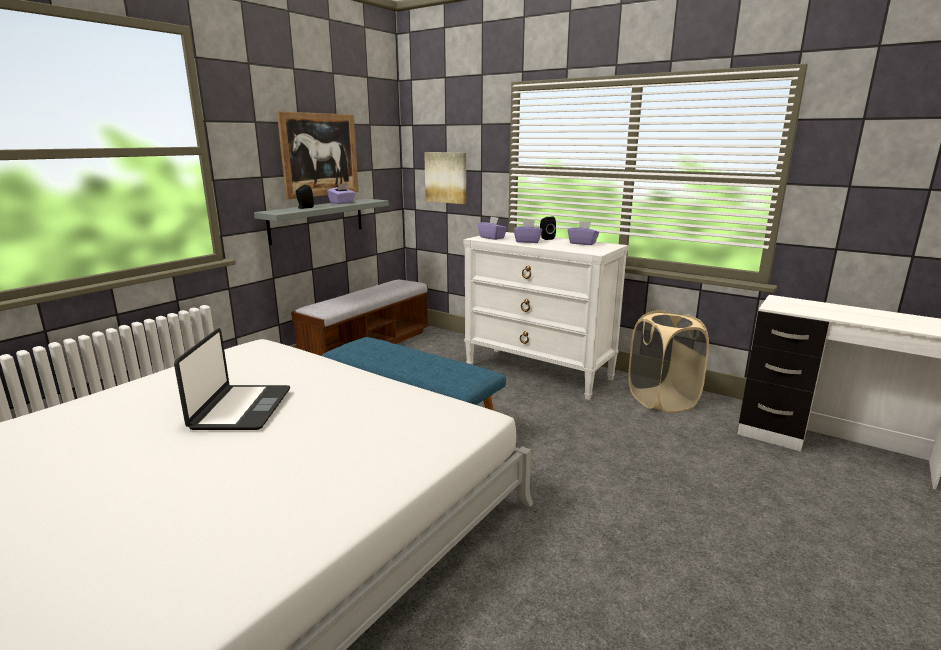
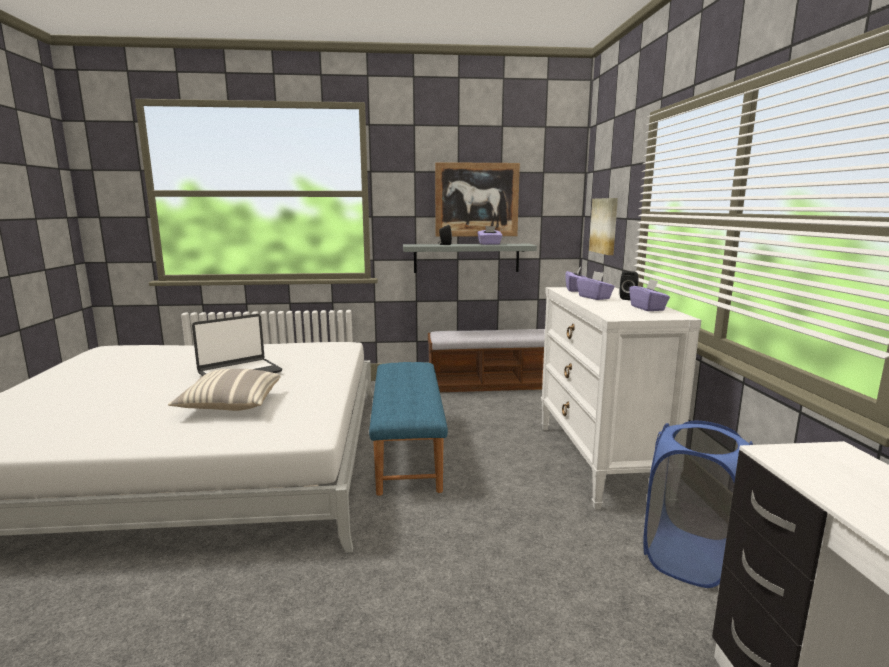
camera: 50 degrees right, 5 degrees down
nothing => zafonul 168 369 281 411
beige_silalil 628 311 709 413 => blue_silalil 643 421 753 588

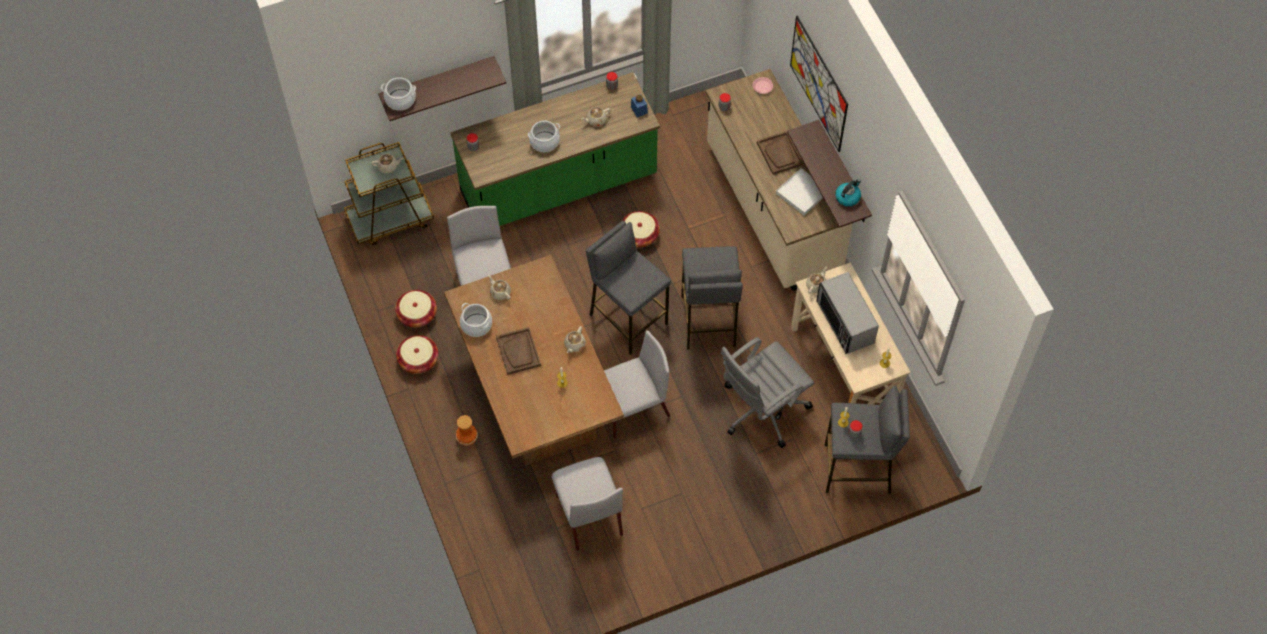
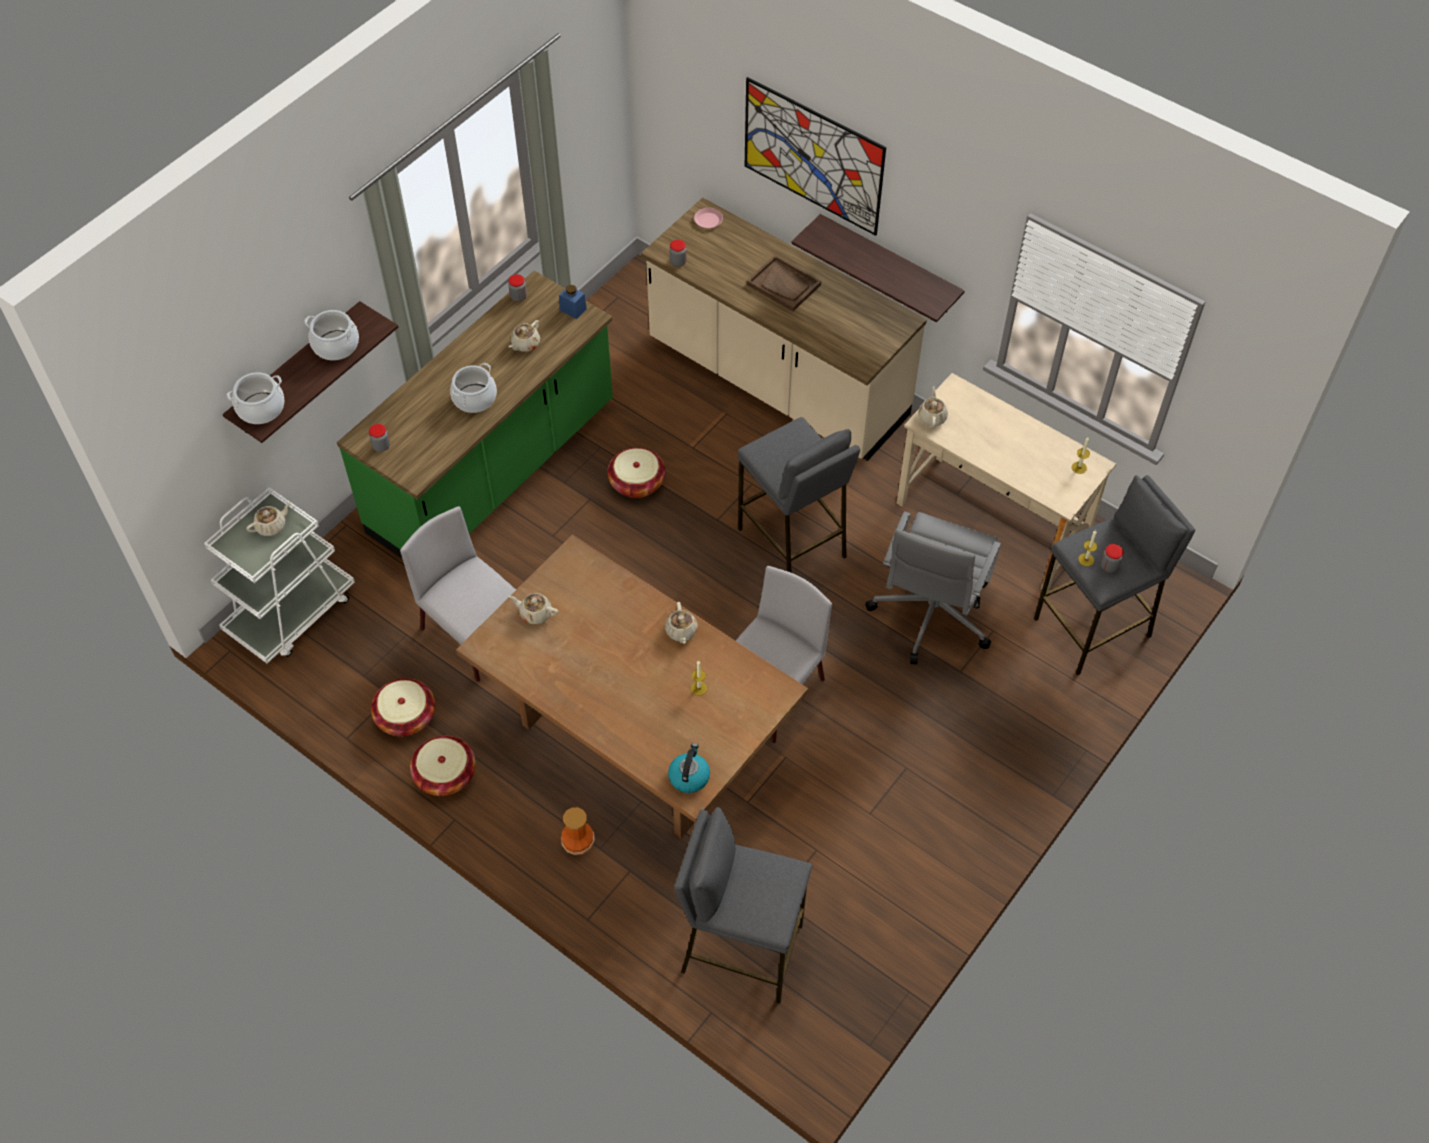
camera: 30 degrees left, 5 degrees down
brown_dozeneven 344 142 434 245 => white_dozeneven 204 487 355 664
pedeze 460 303 492 337 => pedeze 304 310 359 360, move
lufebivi 835 179 861 206 => lufebivi 668 743 710 793, move
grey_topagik 586 221 671 355 => grey_topagik 674 807 812 1004, move
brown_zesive 496 327 541 375 => nothing
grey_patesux 552 457 623 551 => nothing
white_zesive 776 168 823 215 => nothing
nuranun 816 272 879 354 => nothing

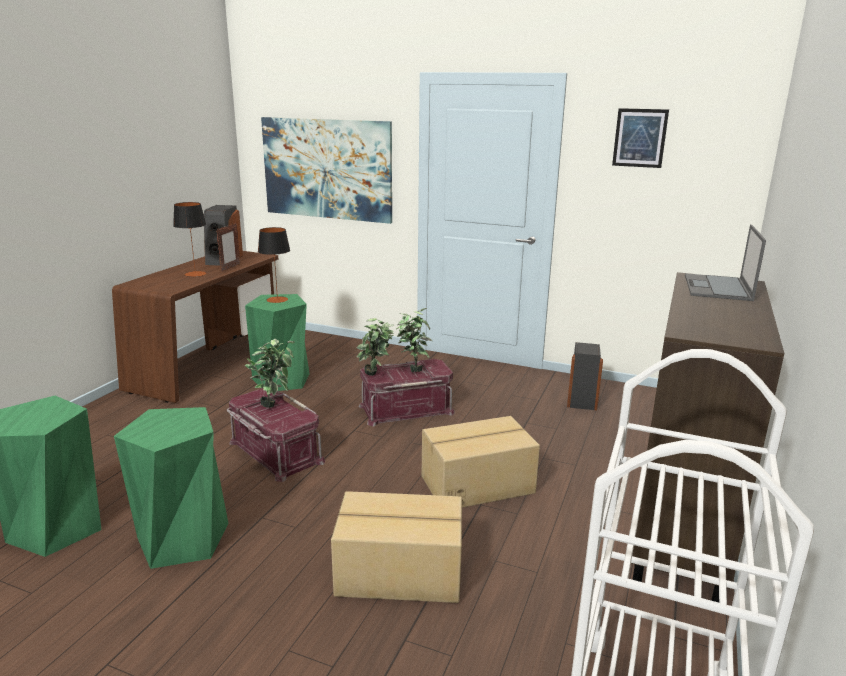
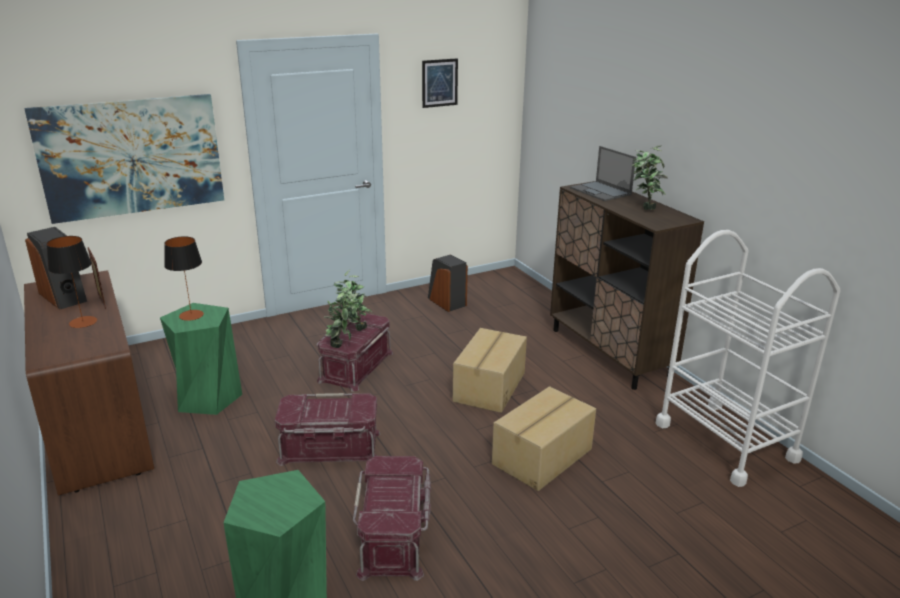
camera: 50 degrees left, 5 degrees up
green_topagik 114 407 229 569 => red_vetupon 353 456 431 581
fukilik 245 338 295 408 => fukilik 632 145 668 210, move

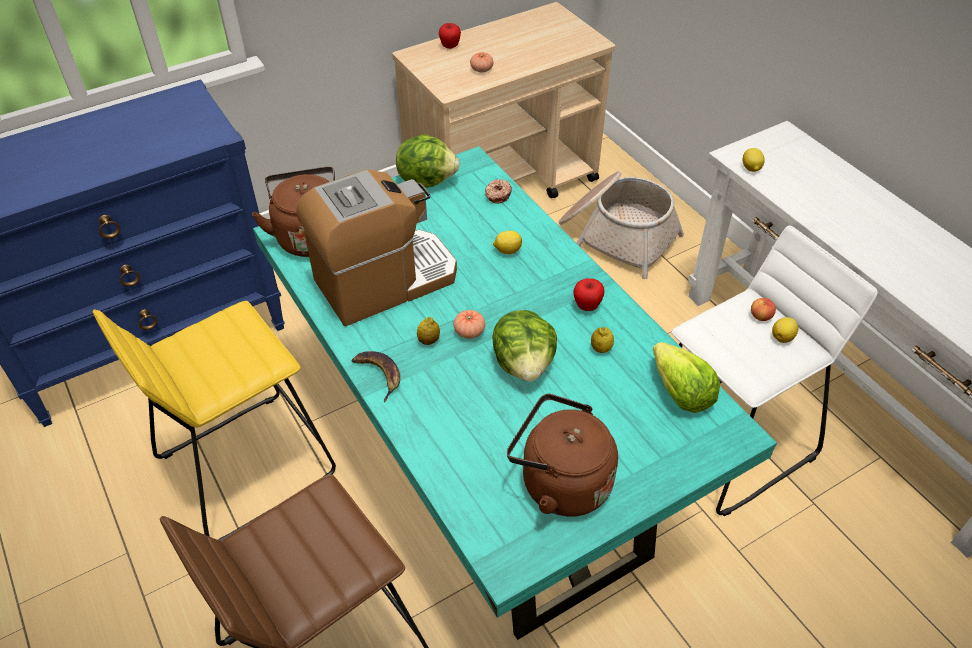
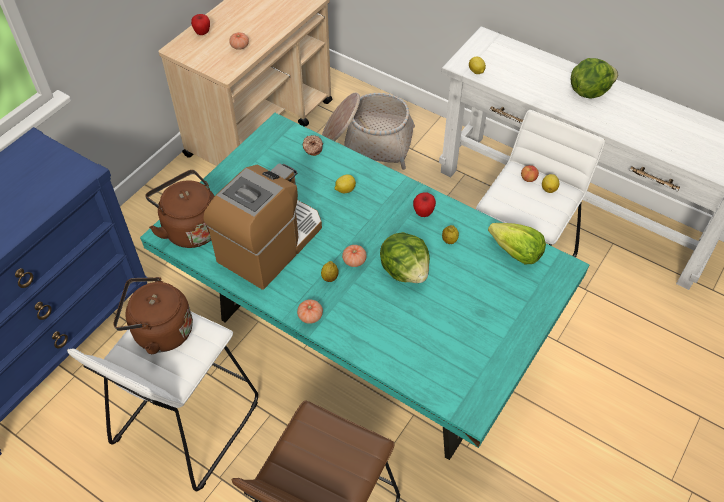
camera: 25 degrees left, 5 degrees up
yellow_topagik 93 301 336 541 => white_topagik 67 311 258 491
brown_lufebivi 507 393 618 517 => brown_lufebivi 113 277 193 354, move
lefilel 352 351 400 402 => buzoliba 297 299 323 324
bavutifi 396 134 460 188 => bavutifi 571 58 618 99, move

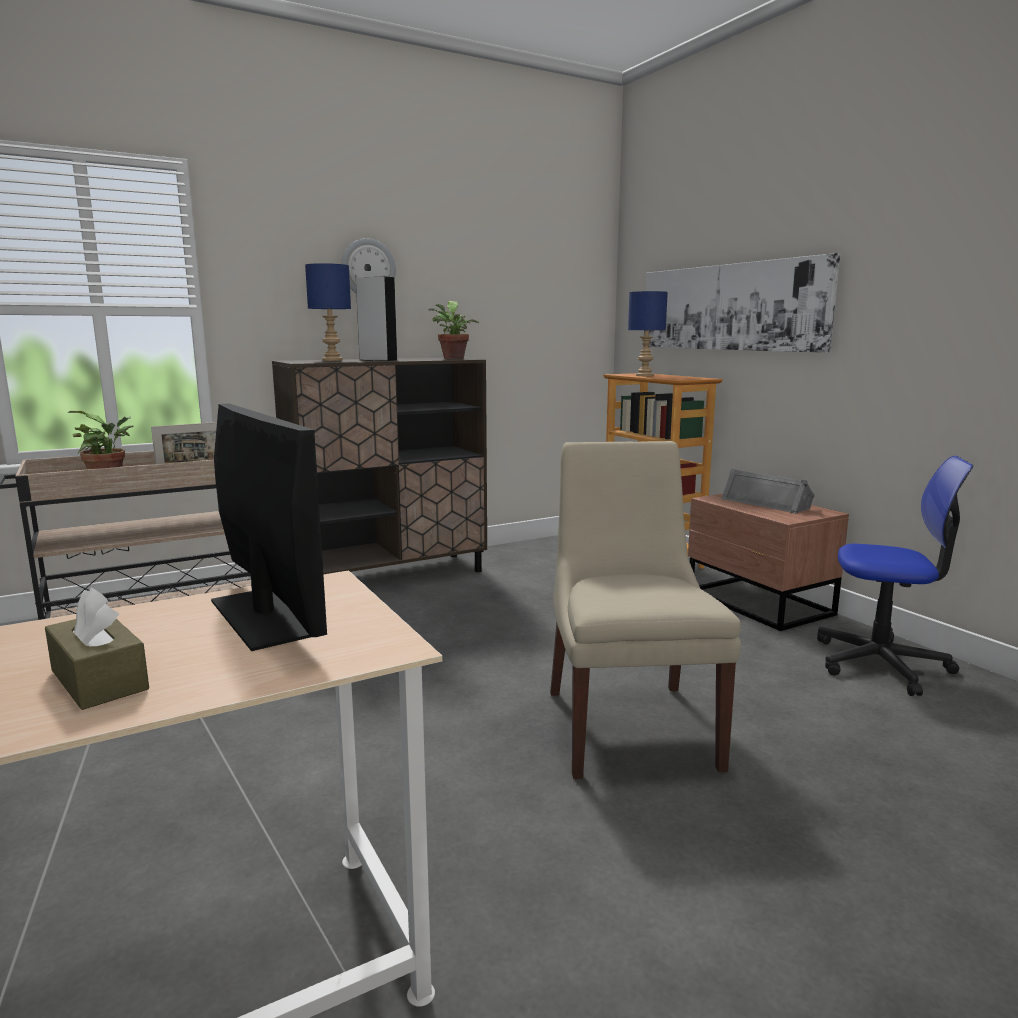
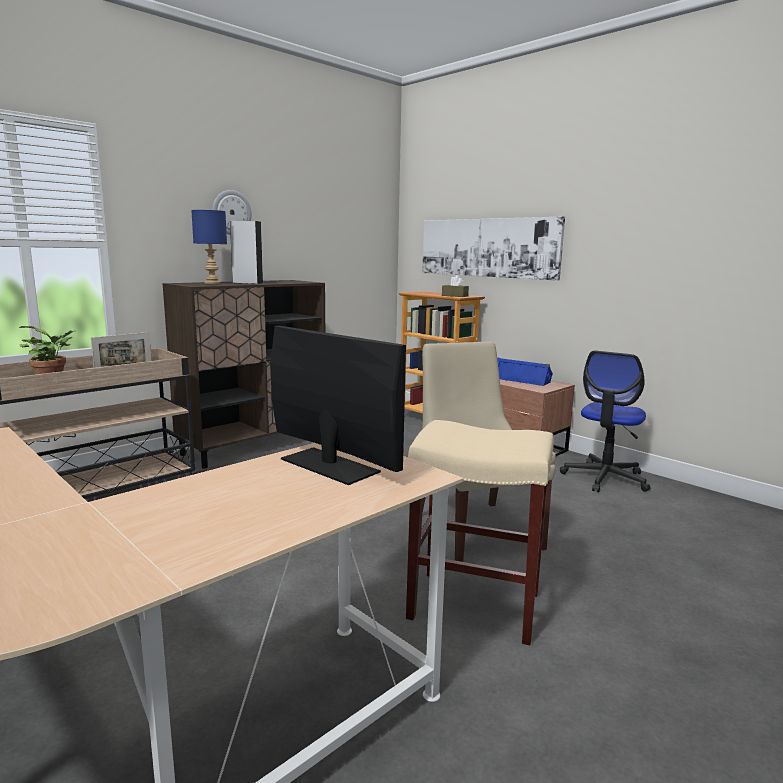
camera: 15 degrees left, 0 degrees up
nothing => beige_topagik 406 420 554 645
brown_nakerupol 45 588 149 710 => brown_nakerupol 442 275 469 297, move
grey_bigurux 721 468 815 514 => blue_bigurux 497 358 553 386
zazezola 817 456 973 696 => zazezola 560 351 651 492, 120 degrees clockwise
fukilik 428 301 479 359 => nothing
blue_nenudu 628 291 668 376 => nothing

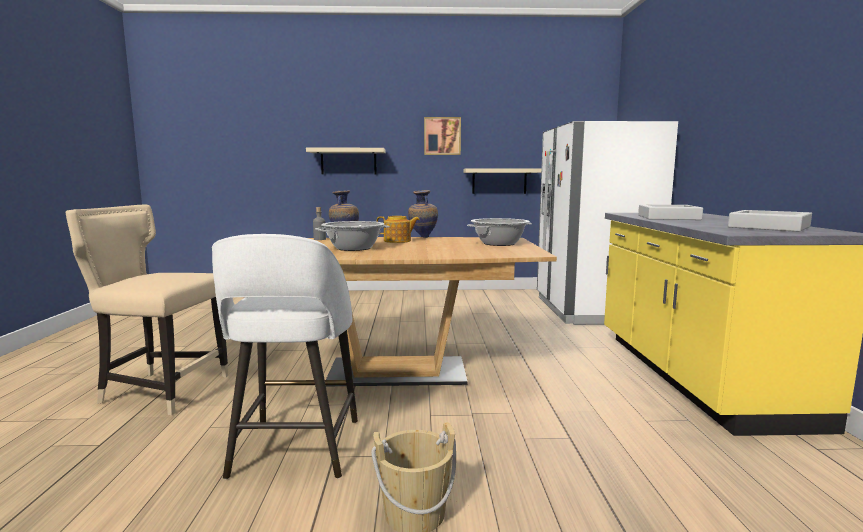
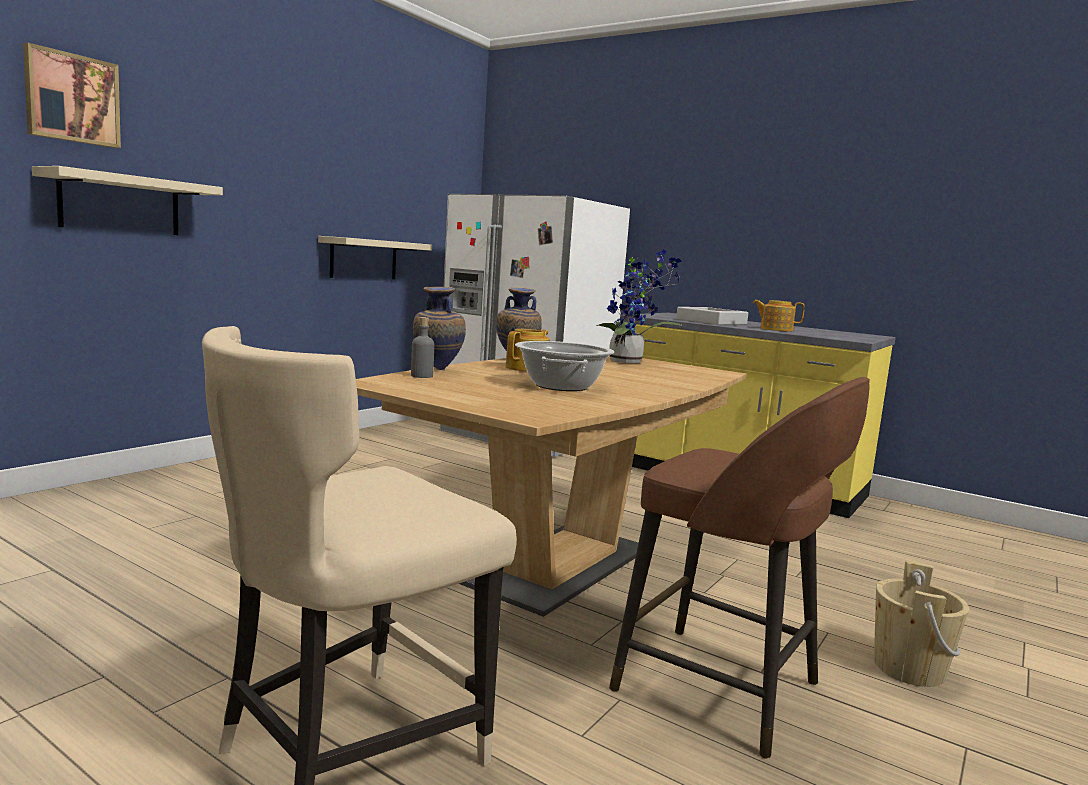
camera: 55 degrees left, 0 degrees up
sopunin 424 117 461 155 => sopunin 23 43 121 148, move
pedeze 467 218 532 246 => fukilik 596 249 682 363
white_topagik 212 234 358 479 => brown_topagik 609 377 870 759
nothing => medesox 753 300 805 332
grey_zesive 728 210 812 232 => nothing

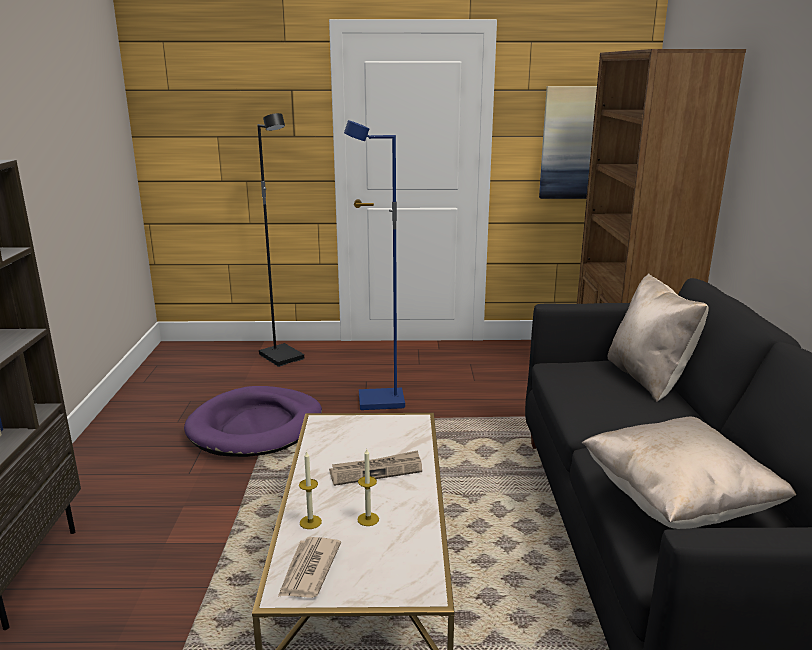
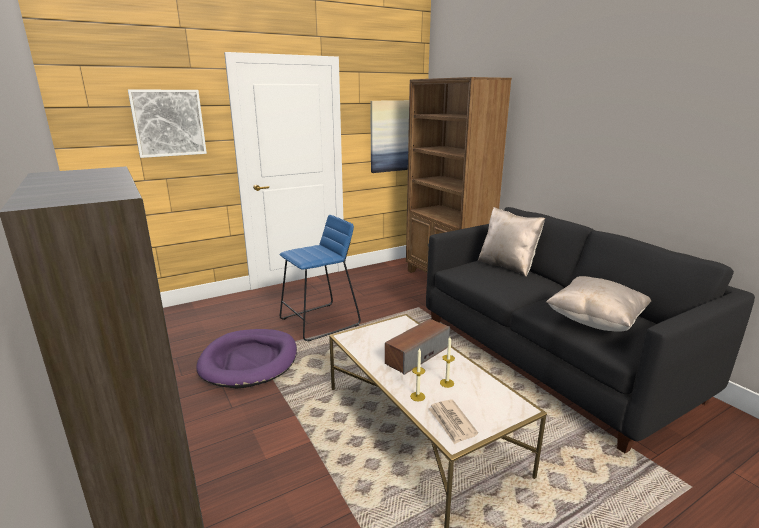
camera: 30 degrees left, 0 degrees up
nothing => sopunin 128 90 207 158
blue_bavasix 344 120 405 410 => blue_topagik 279 215 361 342
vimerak 329 450 422 486 => bigurux 385 319 450 375
black_bavasix 257 113 304 367 => nothing

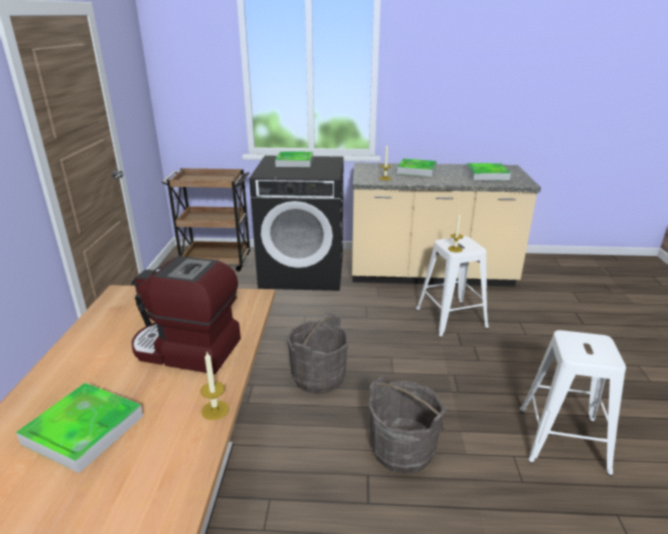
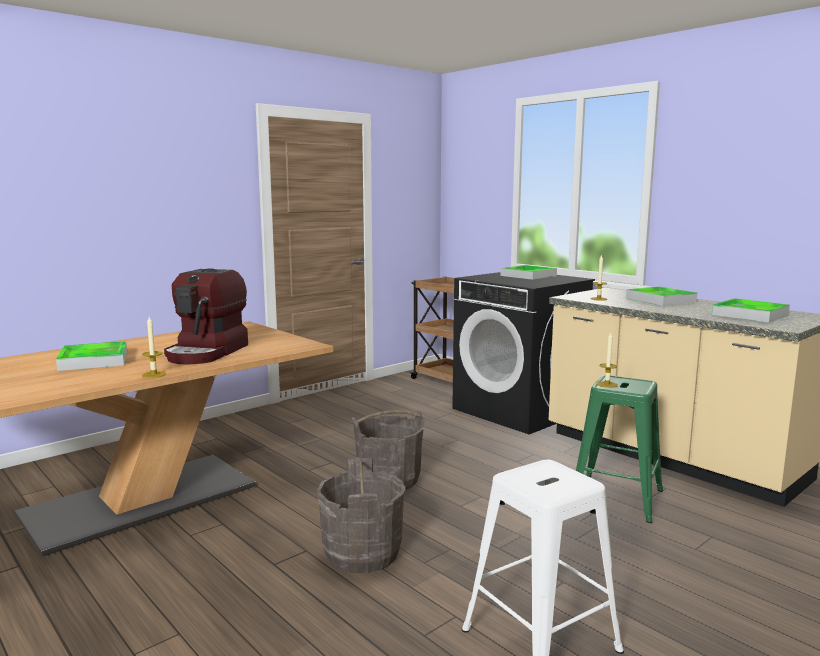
camera: 45 degrees right, 15 degrees down
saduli 131 256 241 374 => saduli 164 268 248 364, 135 degrees counterclockwise
white_topagik 416 236 489 337 => green_topagik 576 375 663 523

